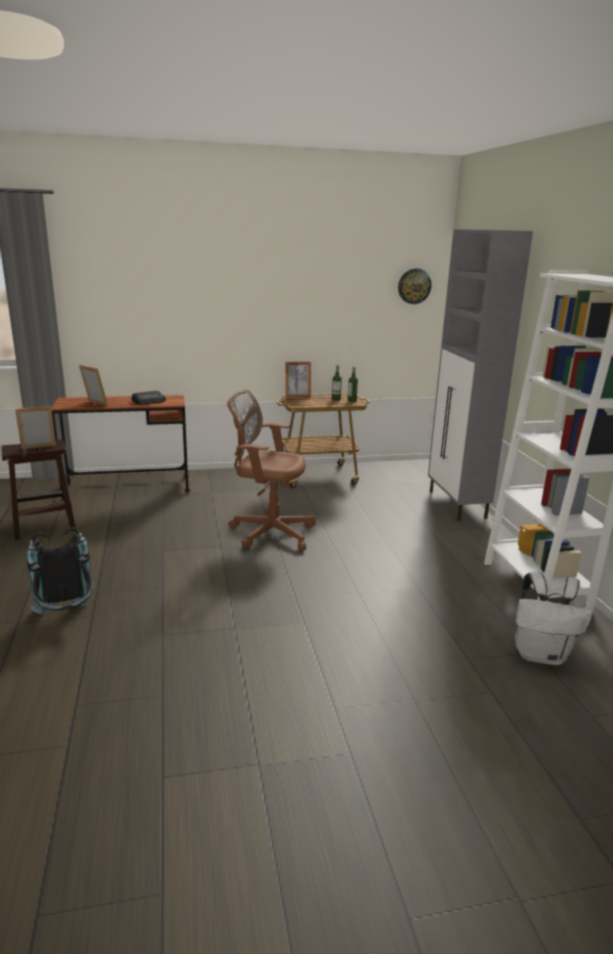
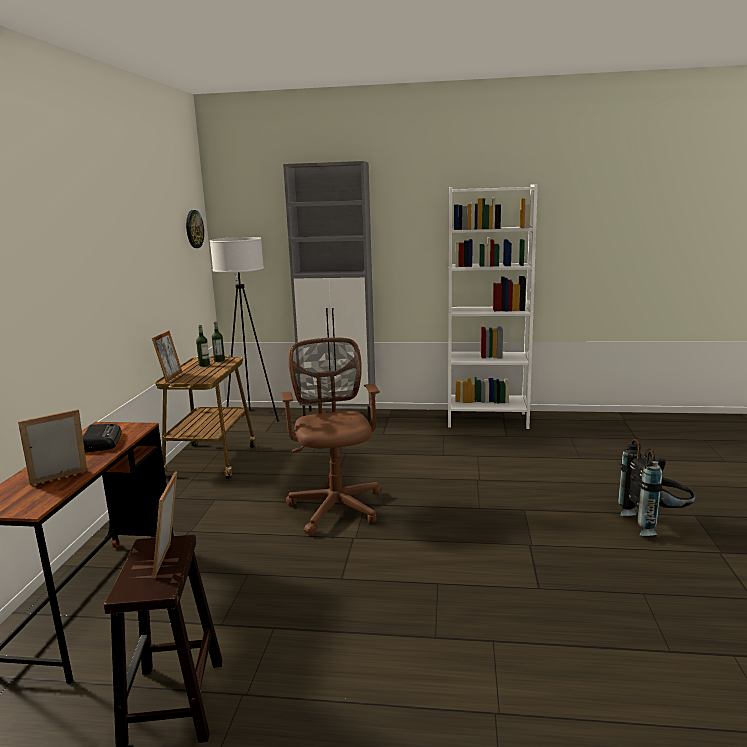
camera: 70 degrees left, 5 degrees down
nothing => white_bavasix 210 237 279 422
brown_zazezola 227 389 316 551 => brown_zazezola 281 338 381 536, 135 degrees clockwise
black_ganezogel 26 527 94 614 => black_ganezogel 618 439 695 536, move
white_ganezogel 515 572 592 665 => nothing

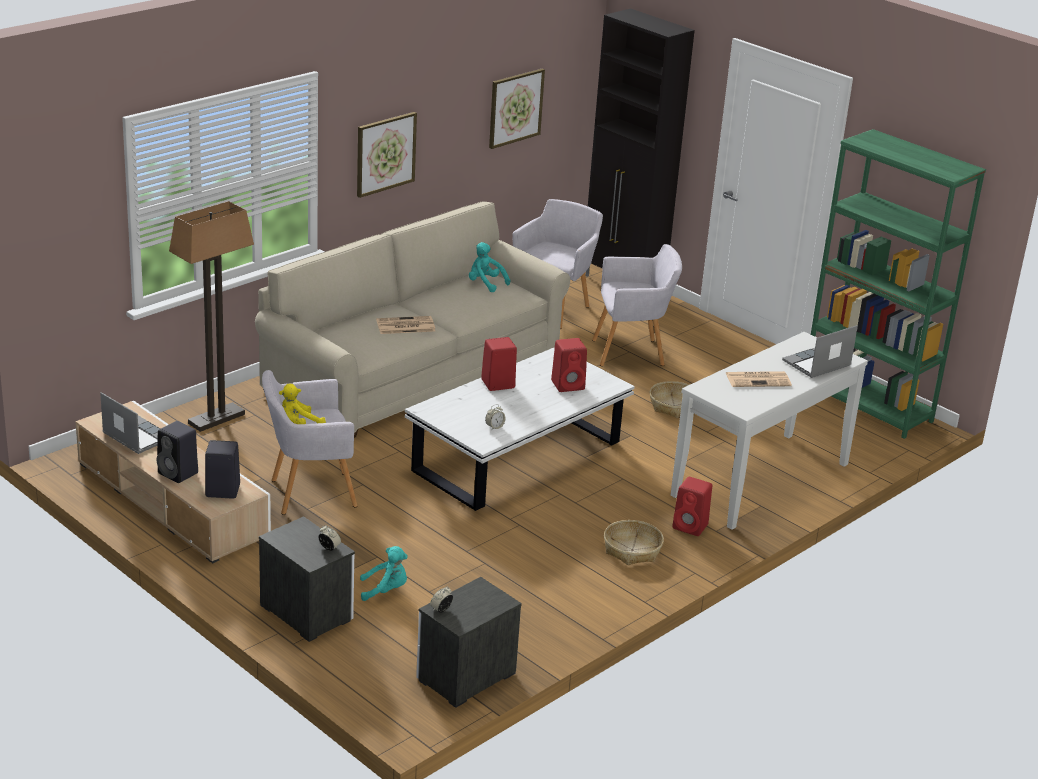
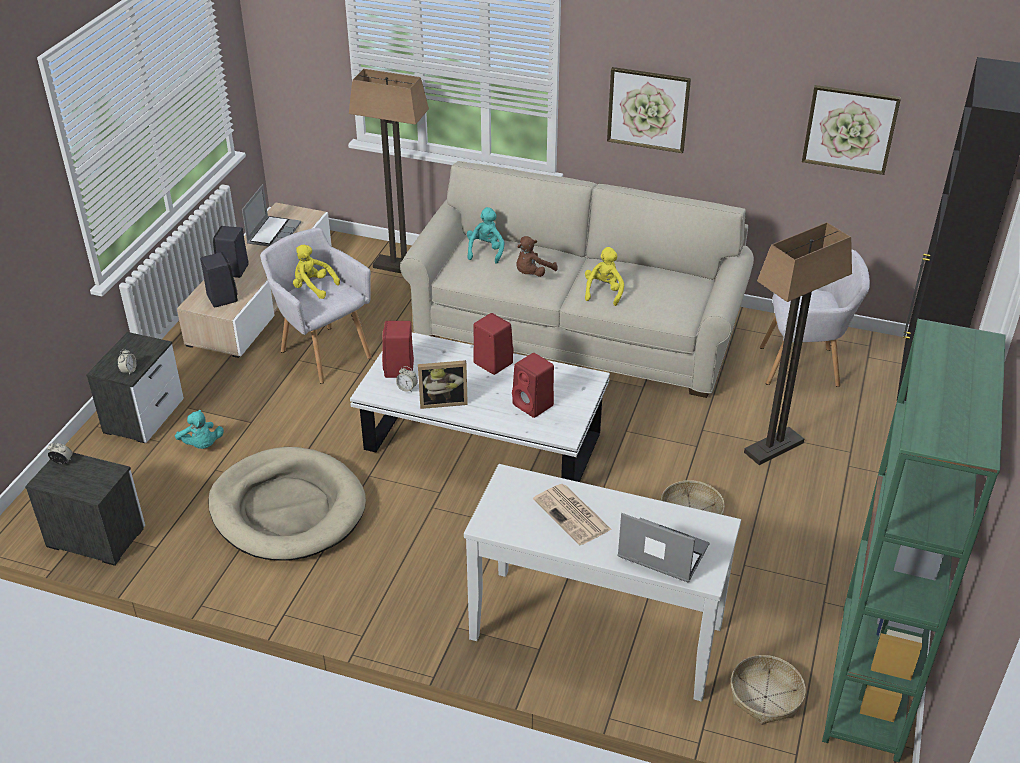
camera: 65 degrees right, 10 degrees up
nothing => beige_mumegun 208 447 366 561
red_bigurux 672 477 712 536 => red_bigurux 382 321 414 378, move
nothing => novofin 418 360 468 409
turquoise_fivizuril 469 242 510 292 => turquoise_fivizuril 467 207 504 264, move
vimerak 376 316 435 334 => brown_fivizuril 516 236 558 277
nothing => yellow_fivizuril 585 247 624 306
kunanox 604 520 664 565 => kunanox 731 655 806 724, move
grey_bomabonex 592 244 682 366 => bavasix 744 222 852 465

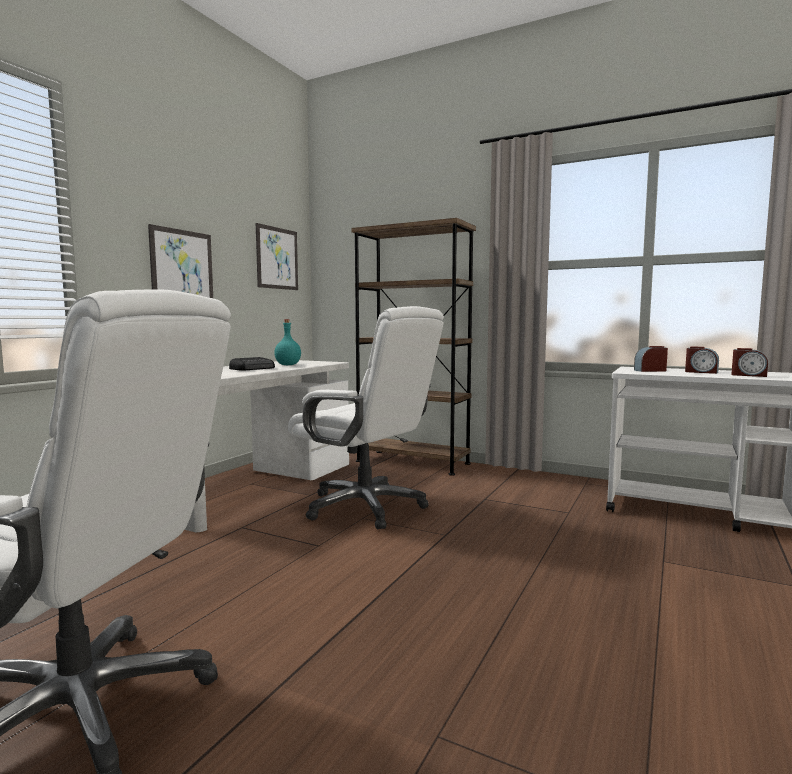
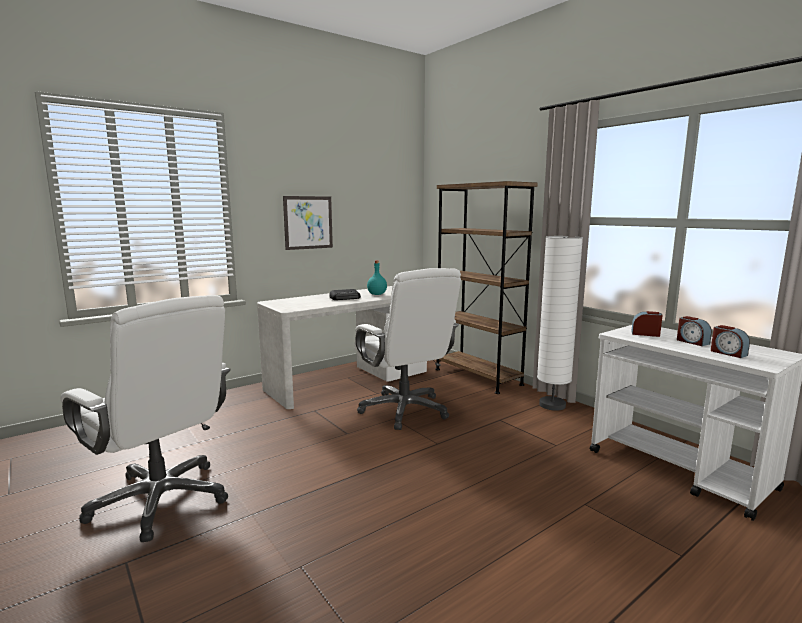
camera: 25 degrees right, 5 degrees up
nothing => white_bavasix 537 236 583 411
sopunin 256 223 298 290 => nothing

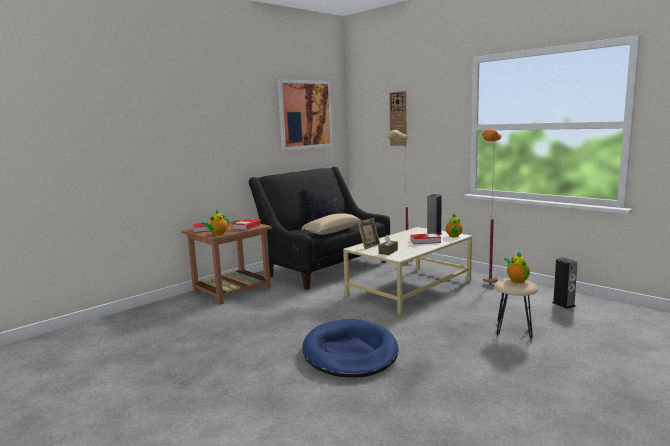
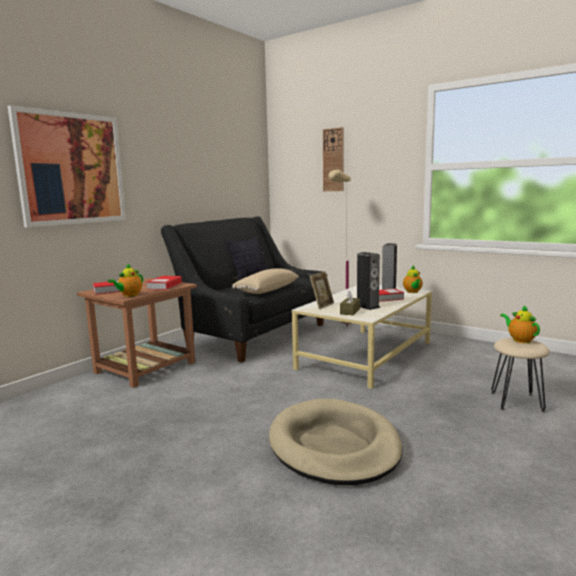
camera: 10 degrees left, 0 degrees up
sopunin 278 79 333 150 => sopunin 8 105 126 227, move
blue_mumegun 302 319 398 378 => beige_mumegun 269 399 402 485
bigurux 552 257 577 309 => bigurux 357 252 380 310, move
orange_bavasix 482 128 502 285 => nothing

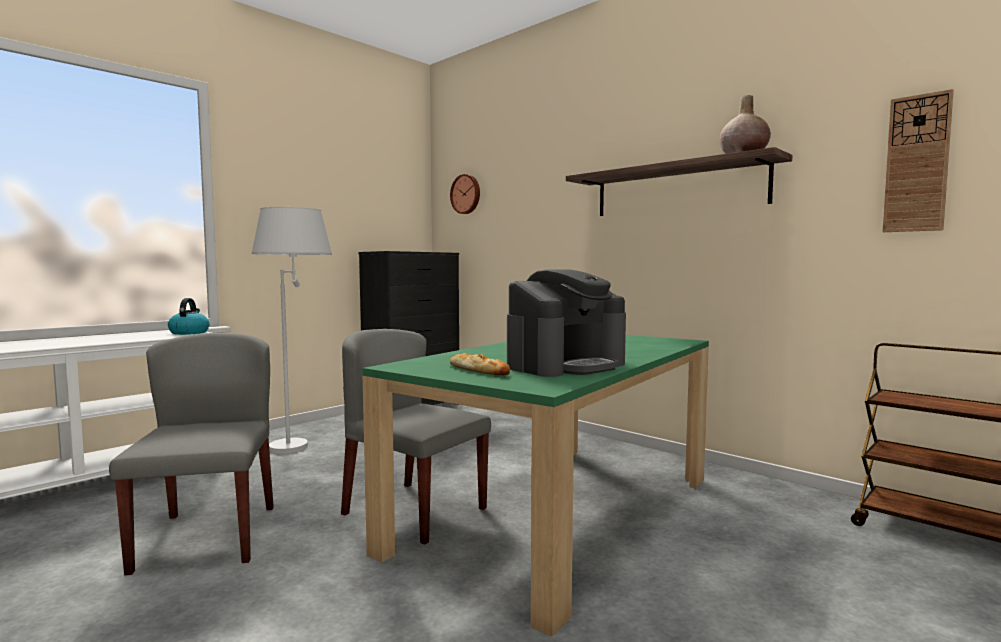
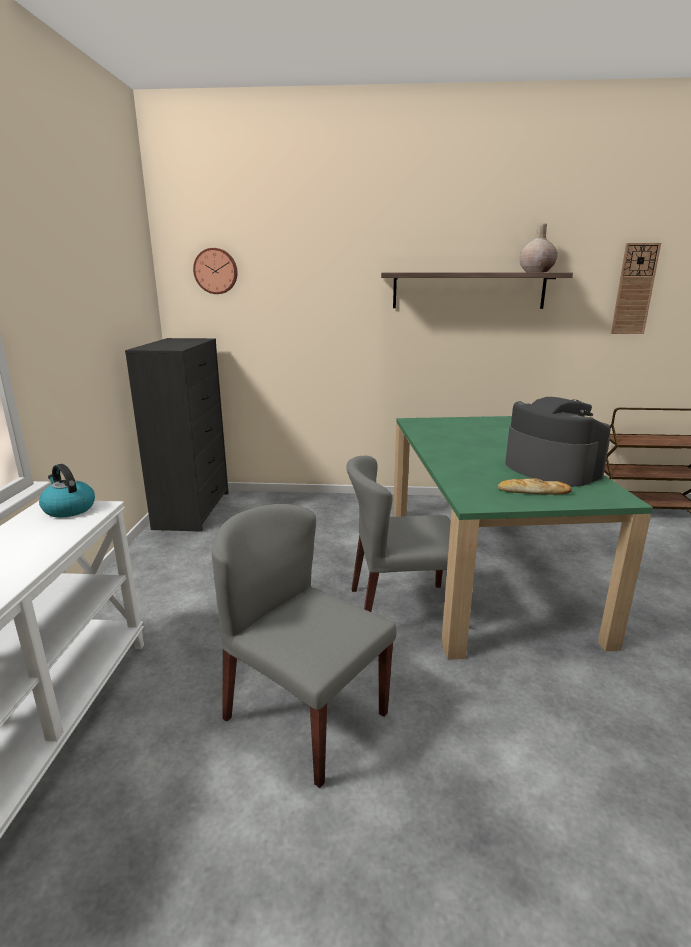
camera: 40 degrees left, 15 degrees up
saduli 507 269 626 377 => saduli 505 397 611 487, 45 degrees counterclockwise
white_bavasix 252 207 332 454 => nothing

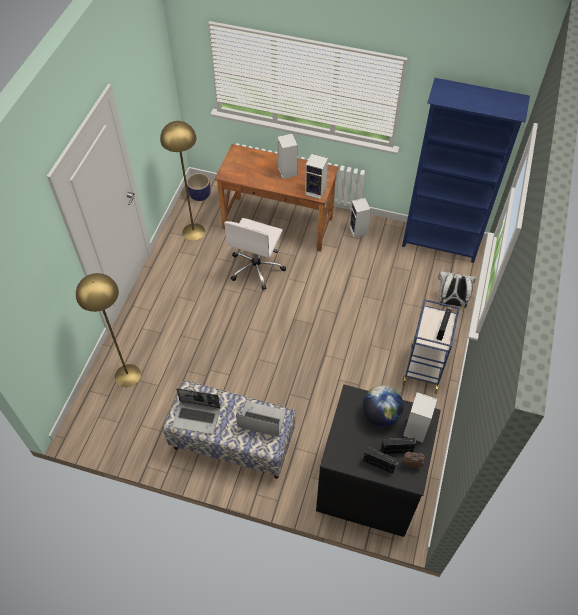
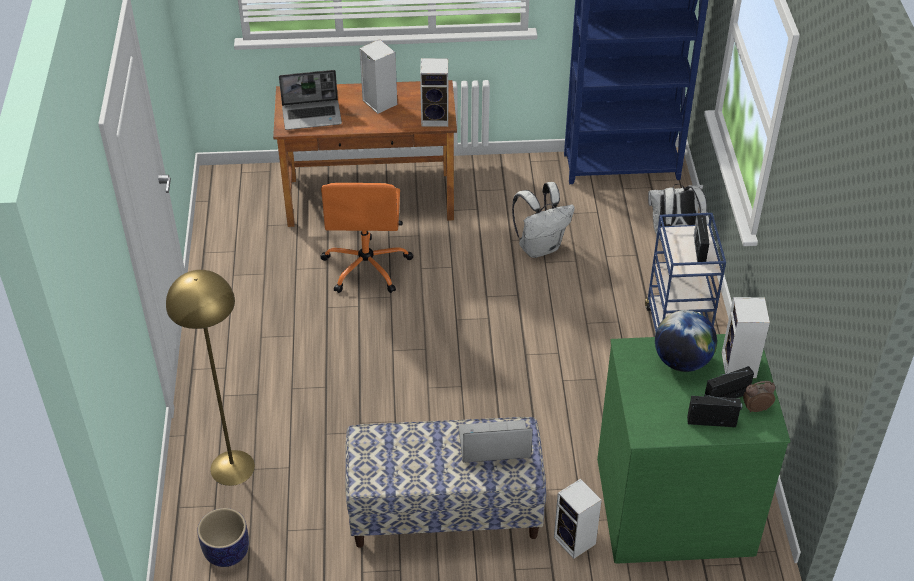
camera: 20 degrees left, 10 degrees down
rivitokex 187 173 211 201 => rivitokex 198 508 249 567, move
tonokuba 172 388 220 434 => tonokuba 279 70 342 130, move
white_zazezola 224 218 286 290 => orange_zazezola 320 183 413 293
nothing => white_ganezogel 512 182 575 258
bigurux 349 198 371 238 => bigurux 554 479 601 559, move
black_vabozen 316 385 441 537 => green_vabozen 597 334 790 564
yellow_bavasix 160 121 205 241 => nothing

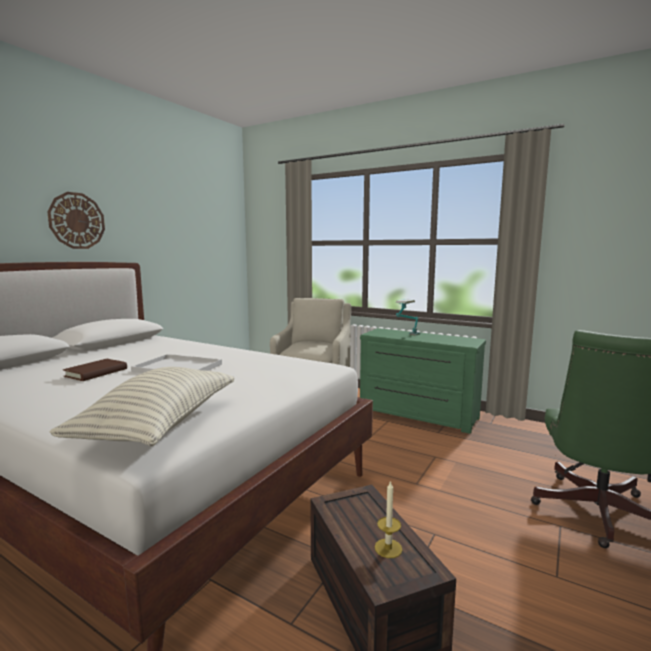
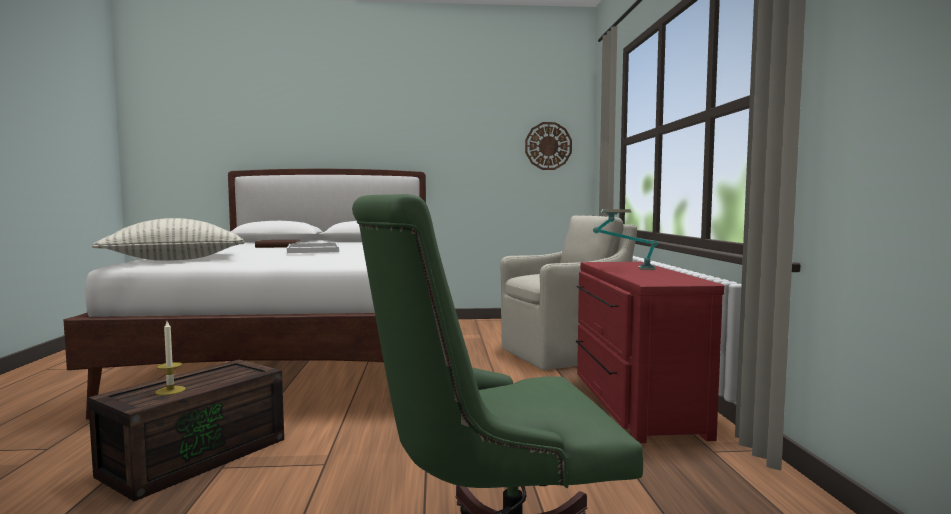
camera: 55 degrees right, 5 degrees down
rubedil 47 192 105 249 => rubedil 525 122 572 170, move
green_vabozen 360 328 486 434 => red_vabozen 576 262 725 443

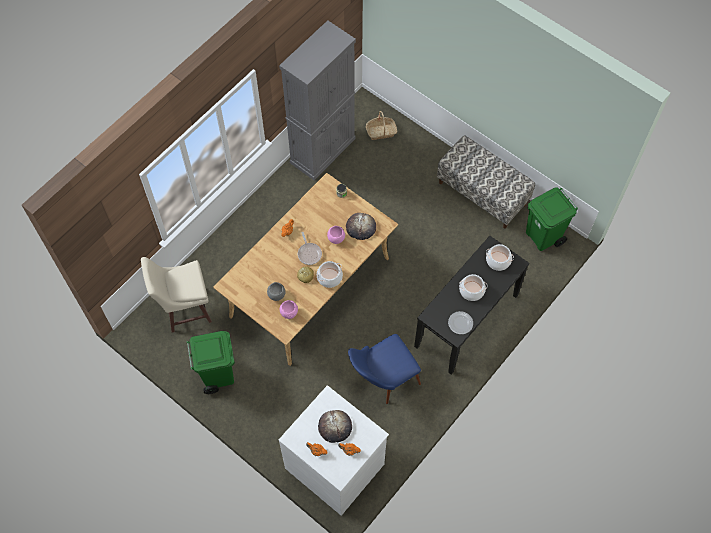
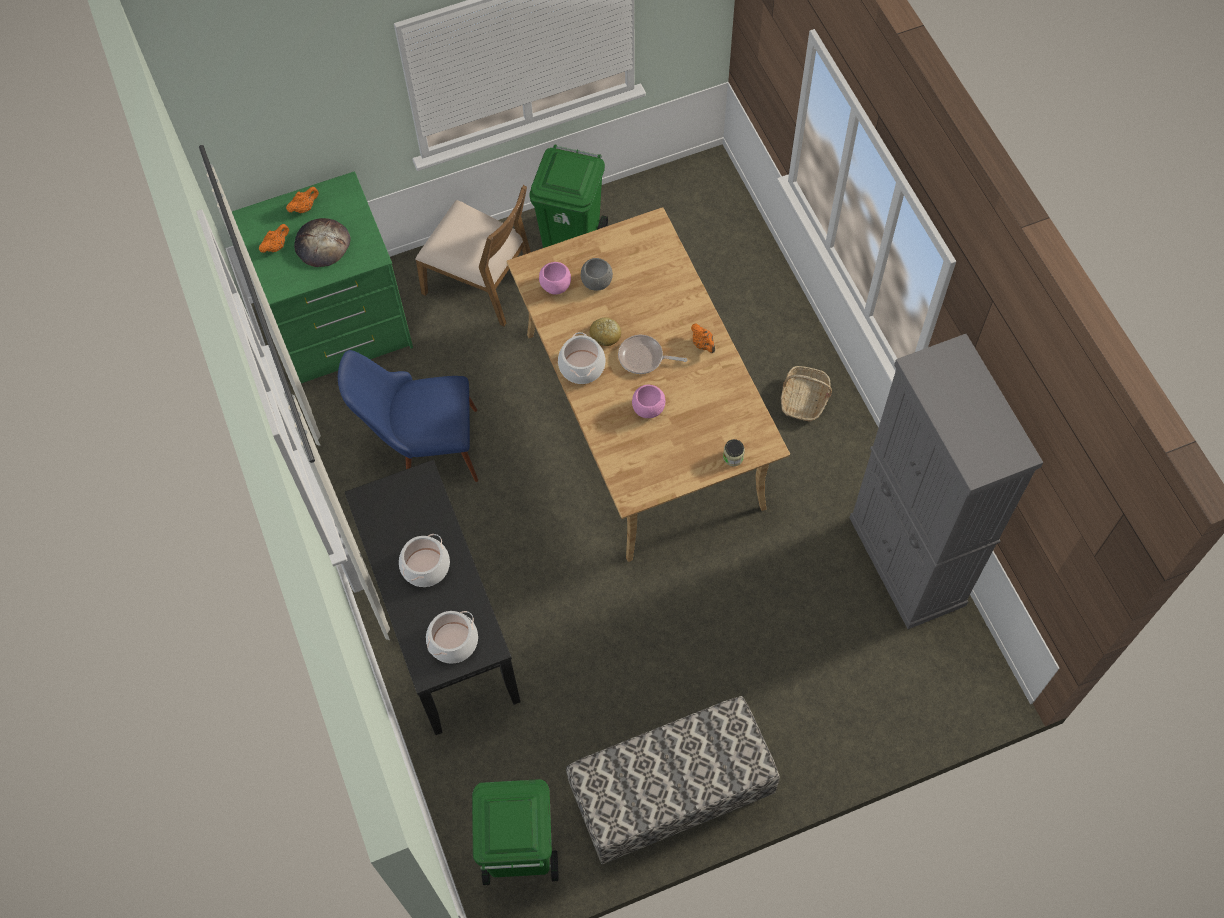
camera: 120 degrees right, 0 degrees up
white_vabozen 279 385 389 516 => green_vabozen 232 171 413 383
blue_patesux 348 334 421 404 => blue_patesux 338 350 478 482, 90 degrees counterclockwise
nothing => brown_patesux 415 185 531 327
kunanox 366 111 397 140 => kunanox 781 366 832 421, move
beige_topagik 141 257 212 332 => nothing
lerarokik 346 213 376 240 => nothing
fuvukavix 448 311 473 334 => nothing

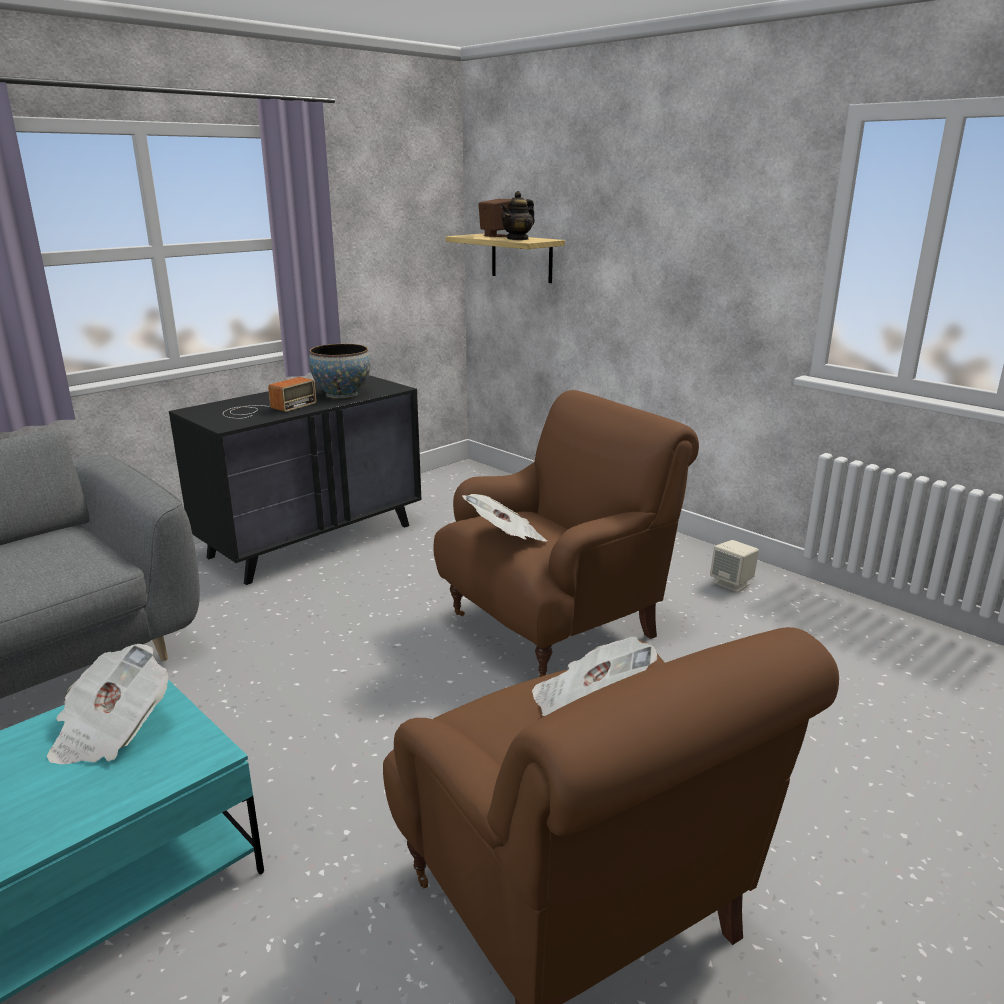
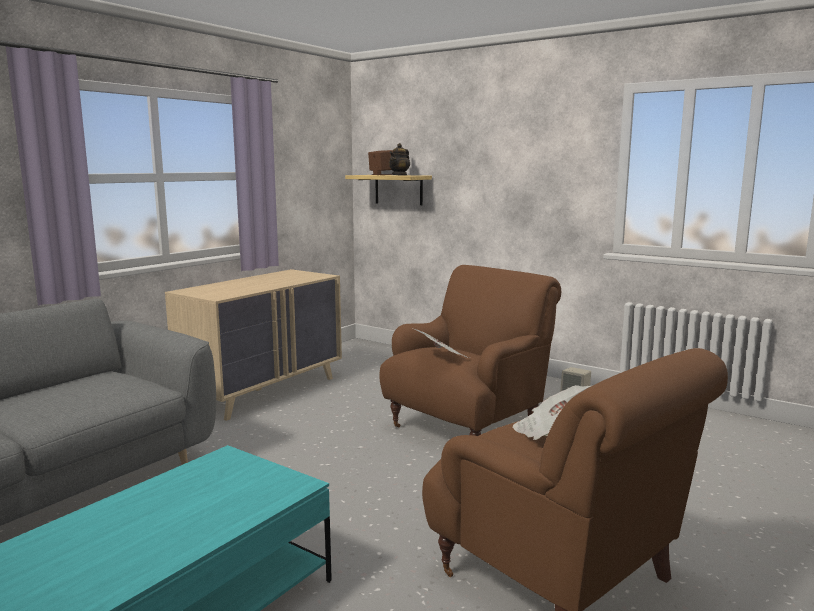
camera: 10 degrees left, 10 degrees down
black_vabozen 169 375 422 585 => beige_vabozen 165 269 342 421
vimerak 47 644 168 764 => nothing
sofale 223 377 317 419 => nothing
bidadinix 309 344 371 398 => nothing

